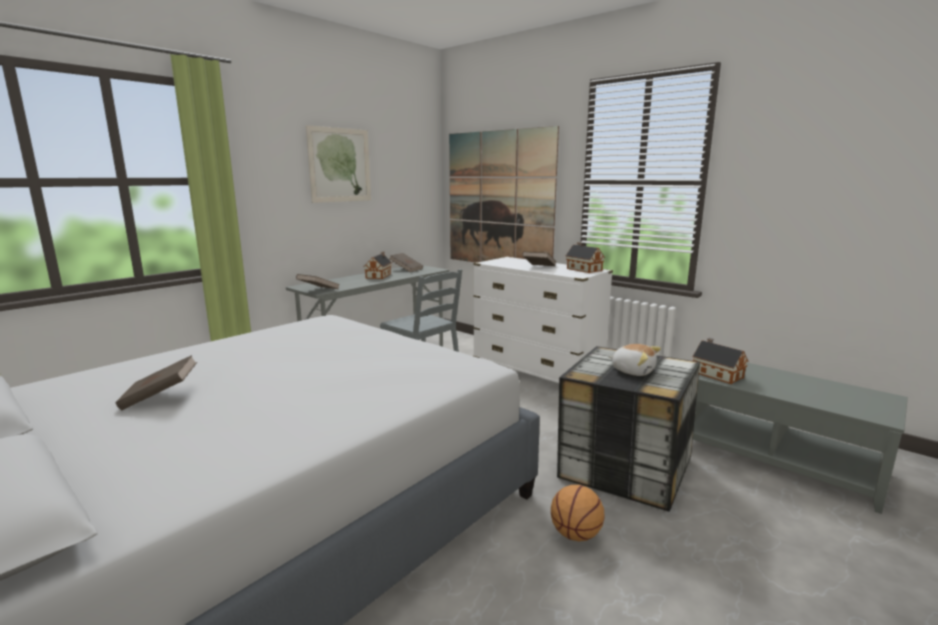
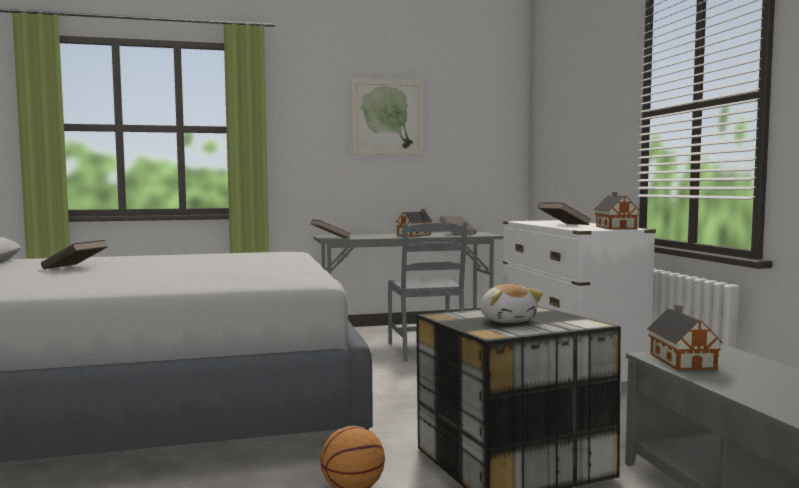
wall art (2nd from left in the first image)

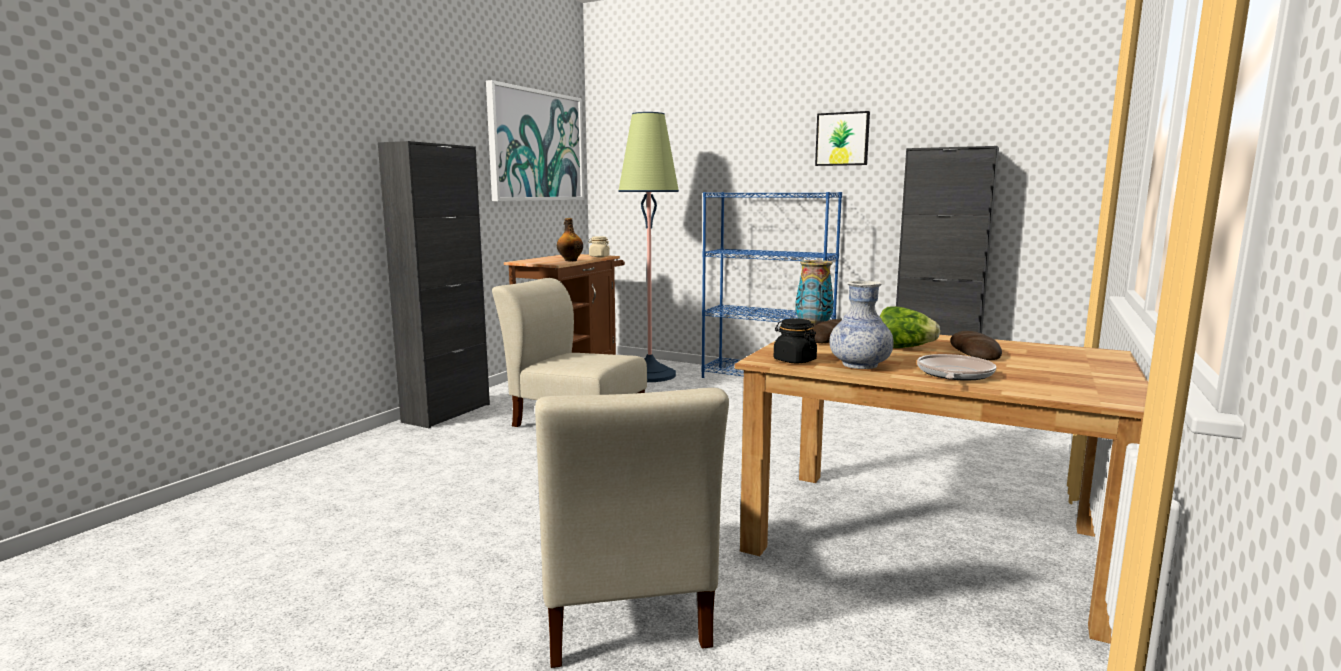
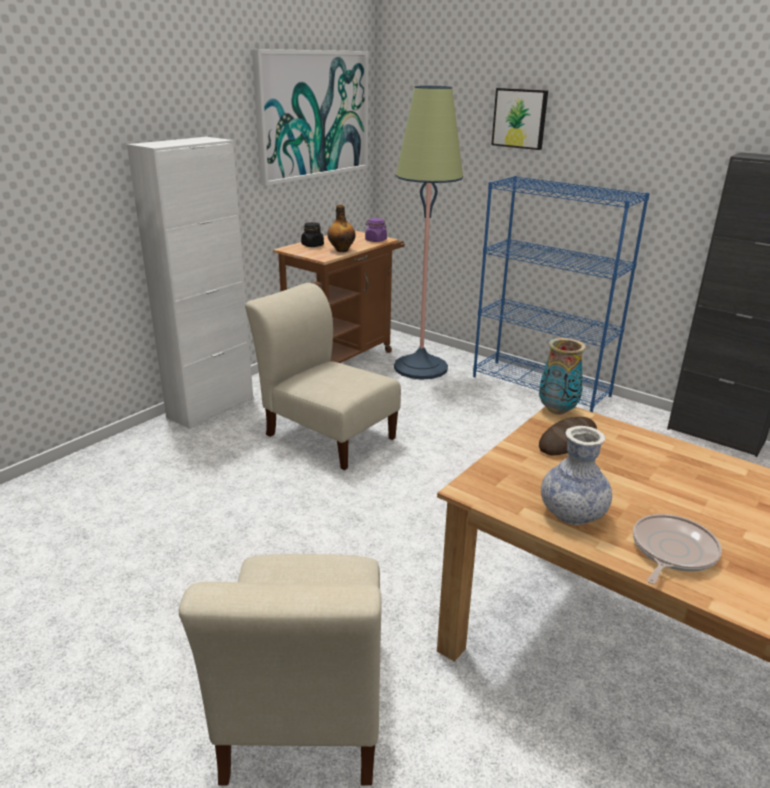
wall art (2nd from left); whitish cupboard; purple-coloured jar; lettuce head; black-coloured jar; bakery bread (2nd from left in the first image)

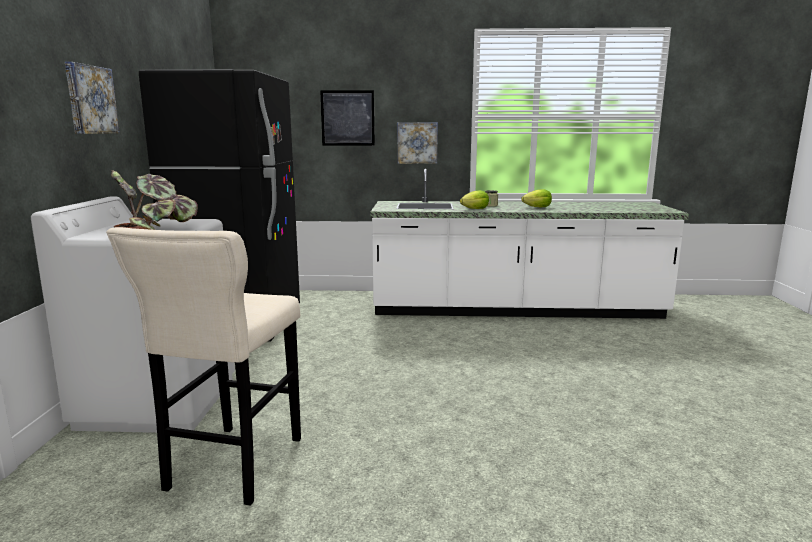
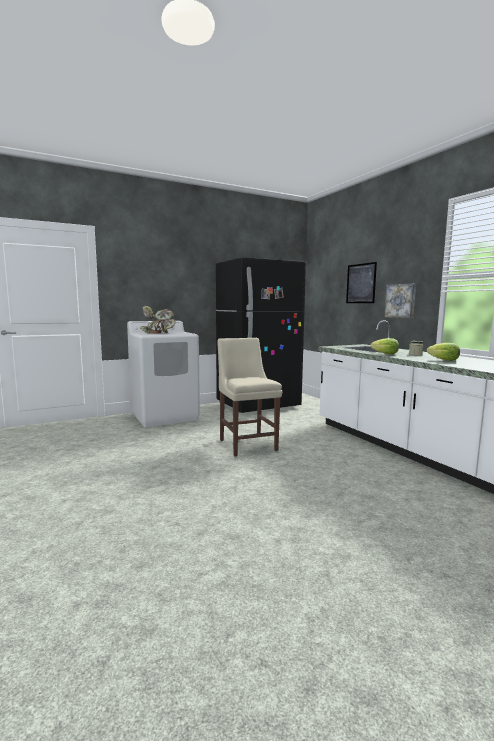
wall art (1st from left in the first image); sand-coloured stool seat; sand-coloured plain chair

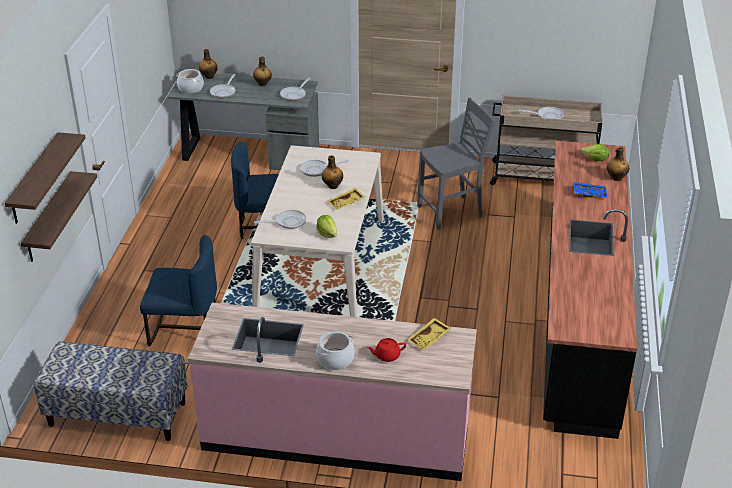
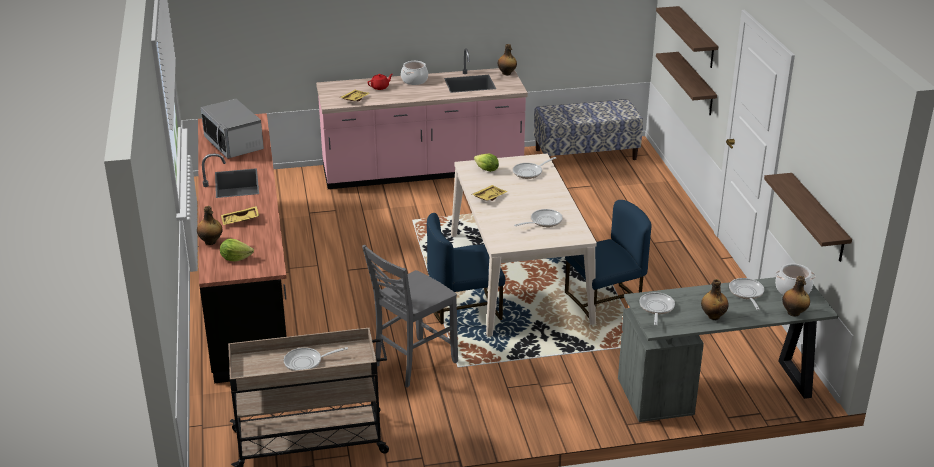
bottle (2nd from left); yellow-coloured serving tray (1st from left); blue plain chair (1st from left); microwave oven; bracket shelf (3rd from left)

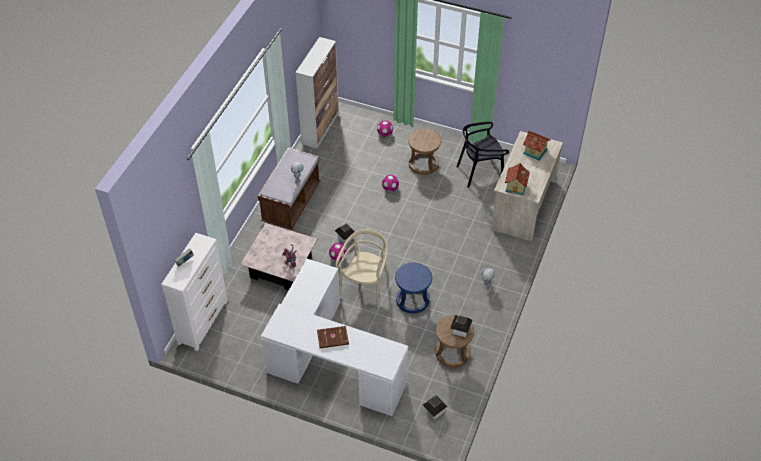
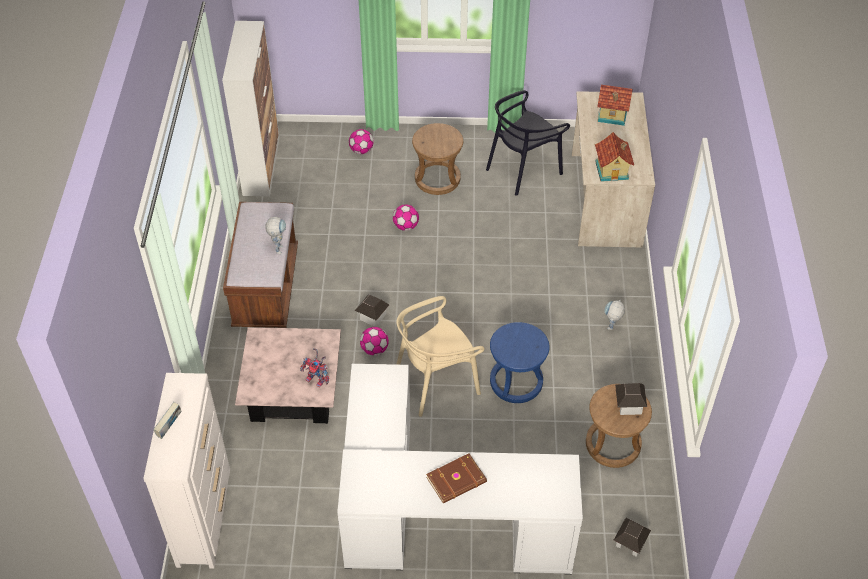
sand-coloured plain chair

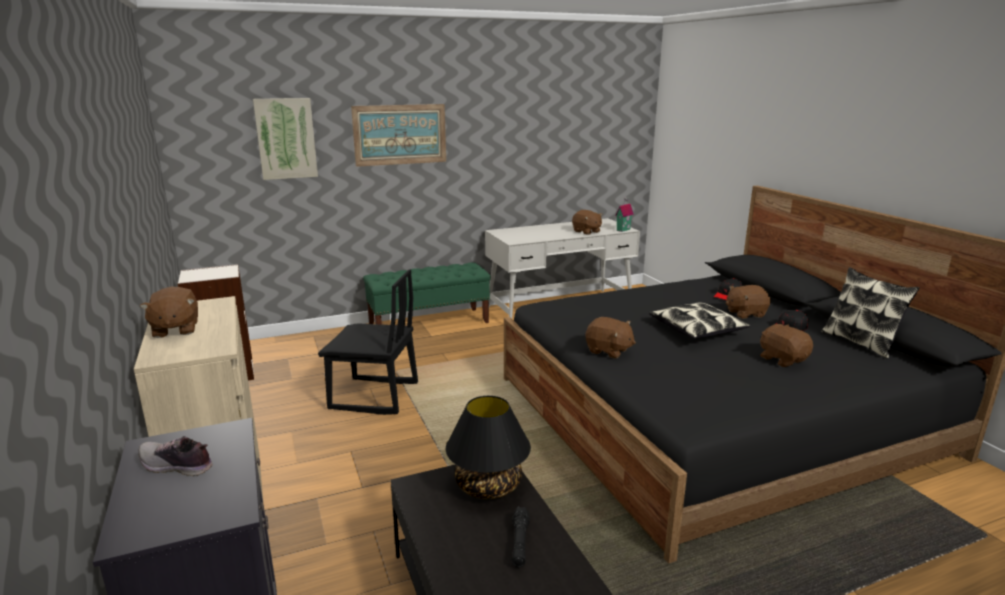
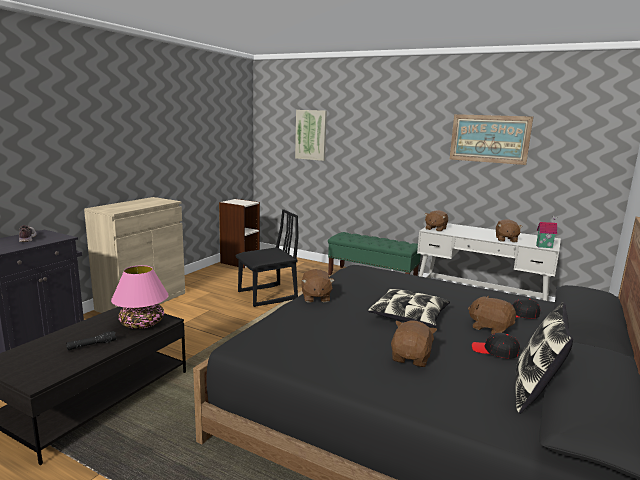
wall art (2nd from left); black-coloured plain chair; brownish plush toy (3rd from left); pink tabletop lamp

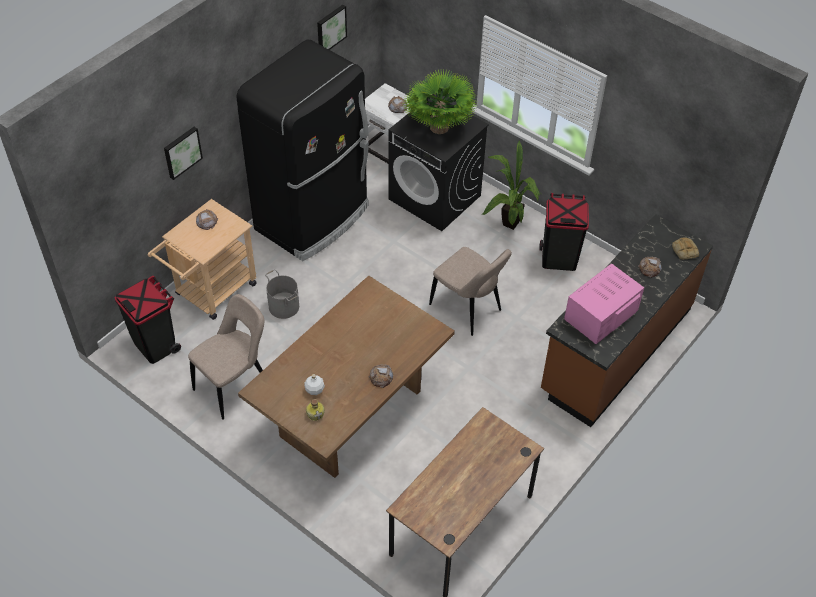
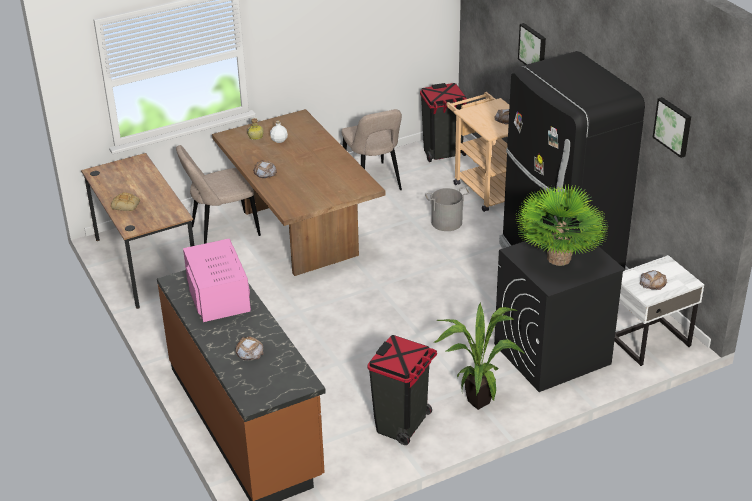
bakery bread (1st from left); sand-coloured plain chair (1st from left)

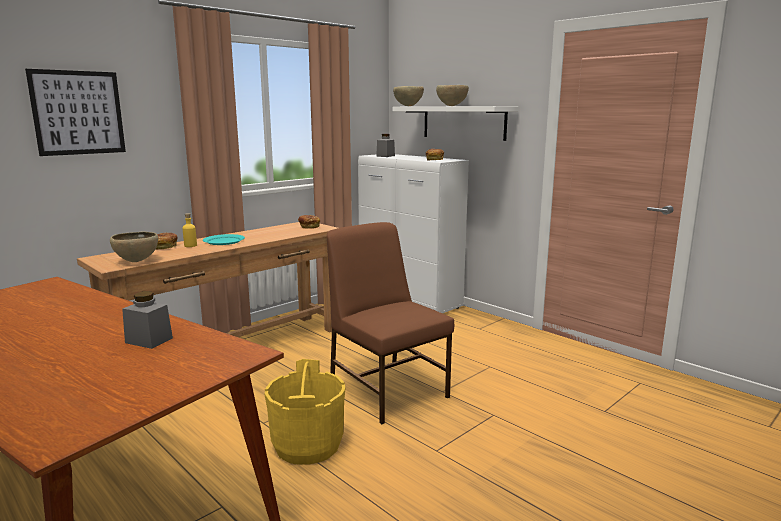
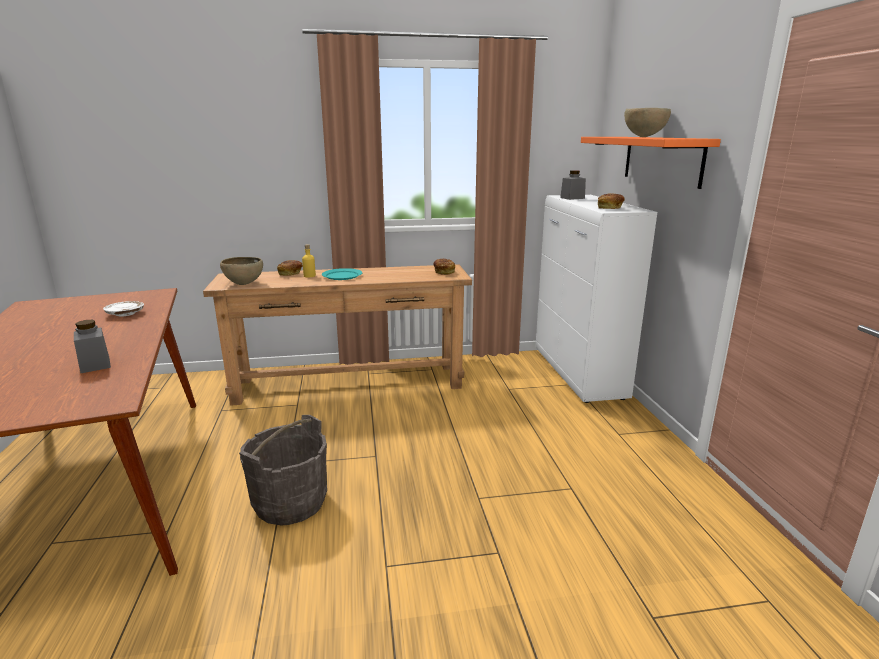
wall art; brownish bowl (2nd from left in the first image); orangey bracket shelf; brownish plain chair; greyish water bucket; whitish plate

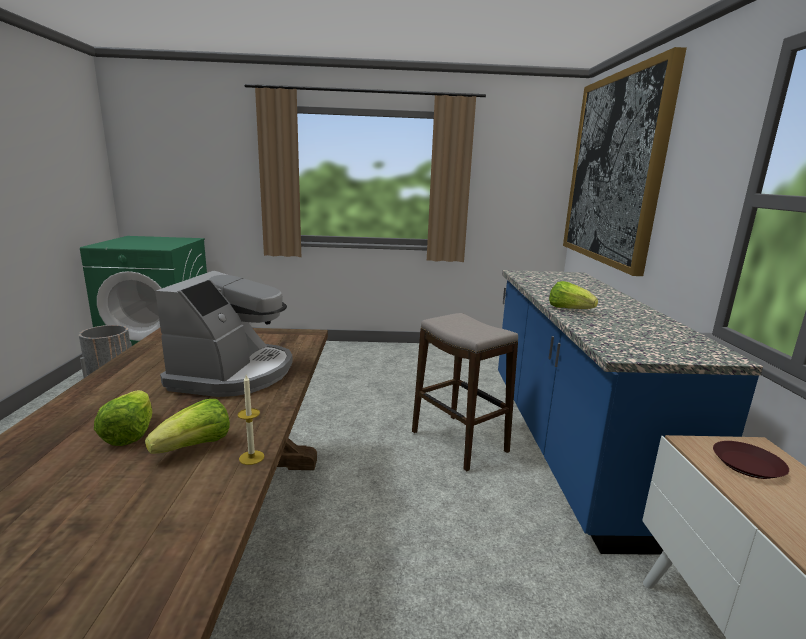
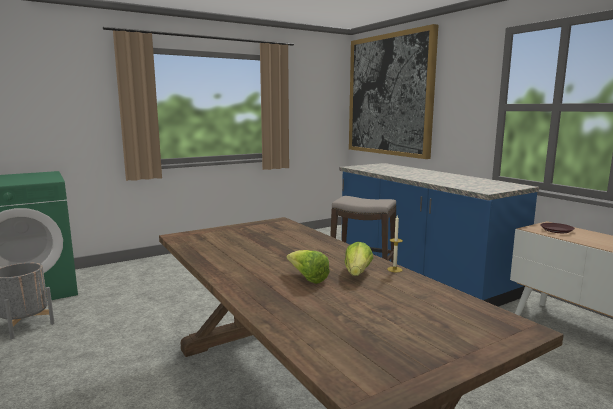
coffee maker; lettuce head (3rd from left in the first image)

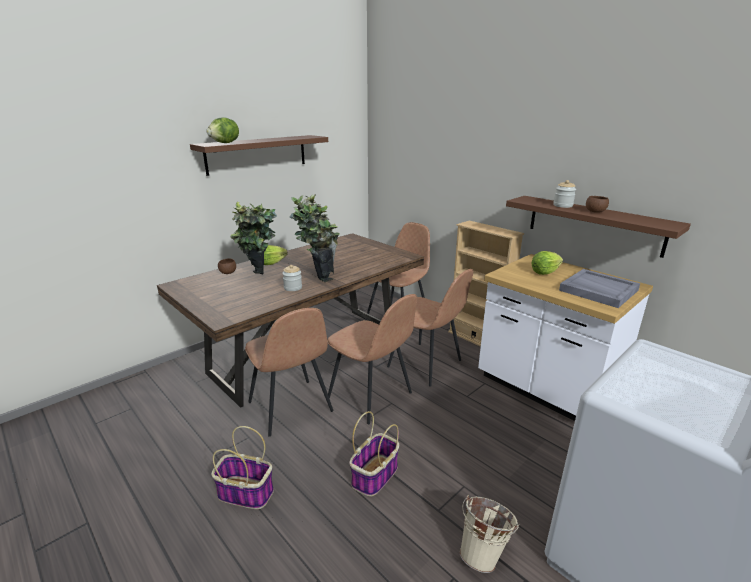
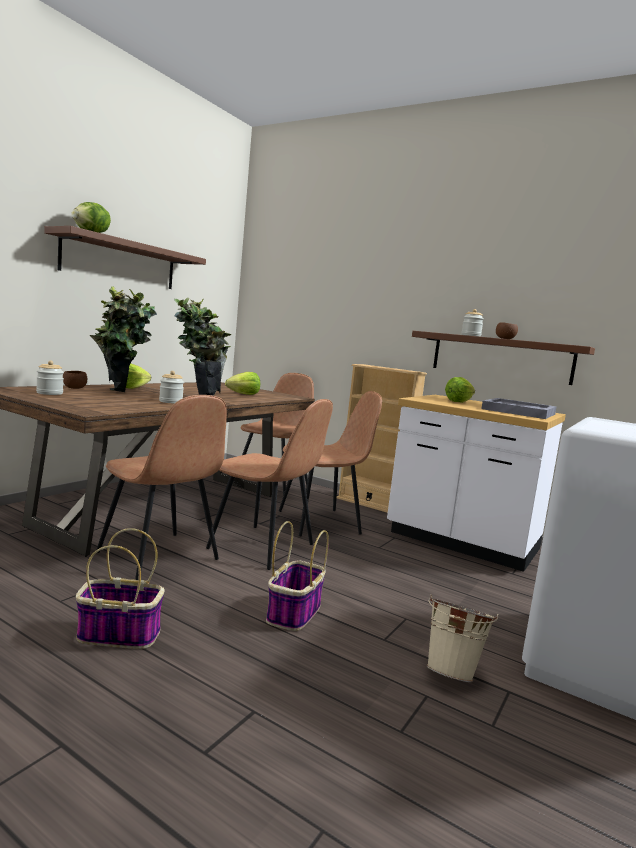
brownish plain chair (4th from left); jar (1st from left); lettuce head (3rd from left)

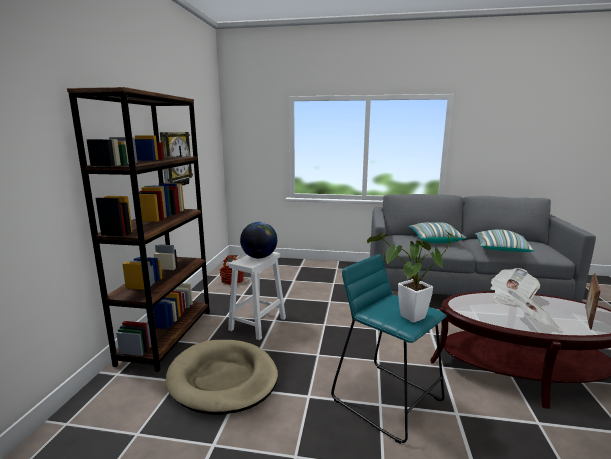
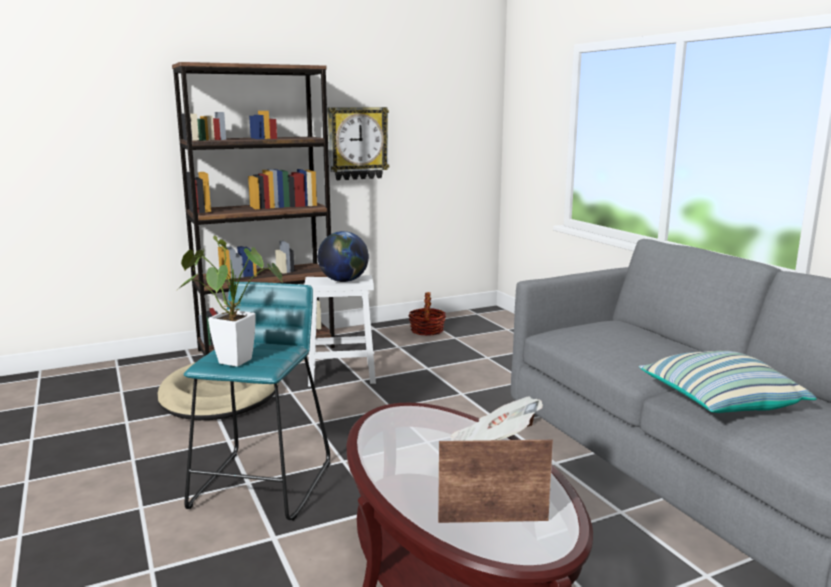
pillow (1st from left in the first image); printed paper (2nd from left in the first image)

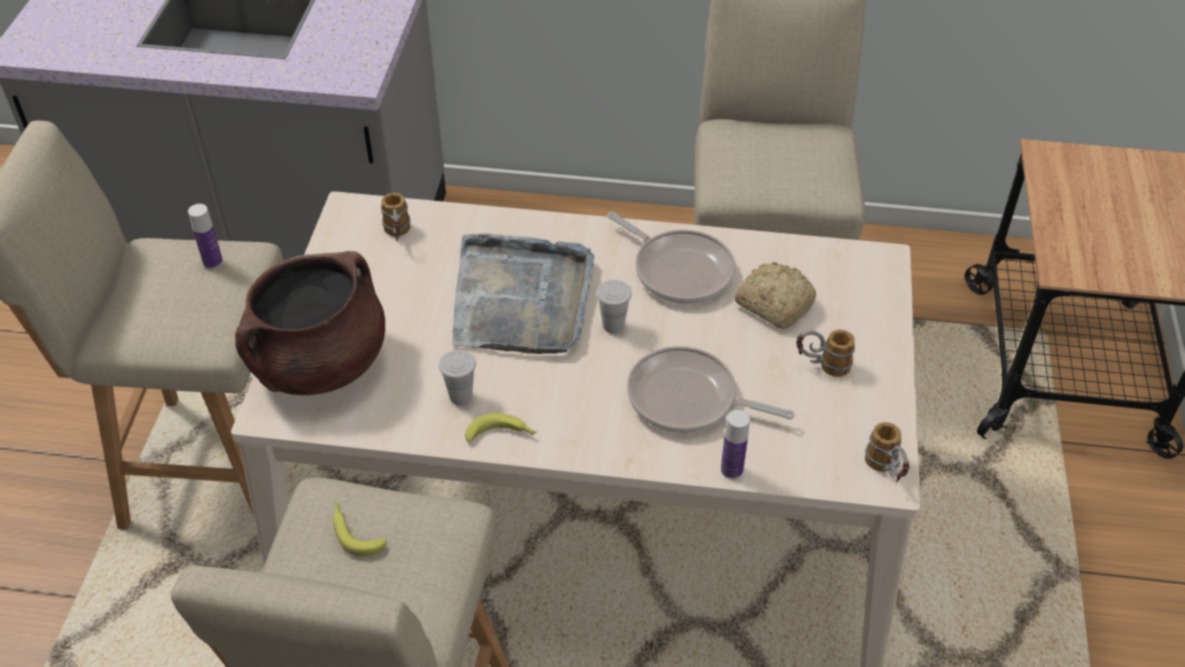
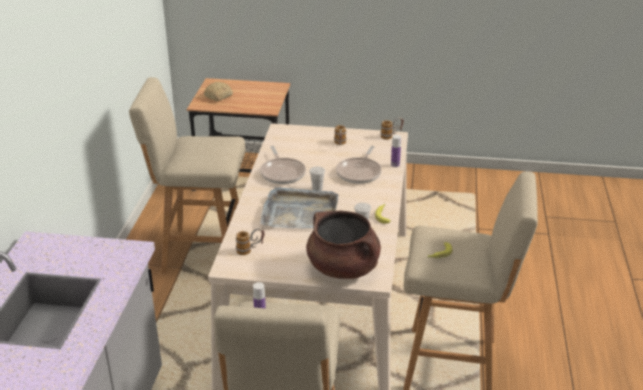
skillet (1st from left); bakery bread

